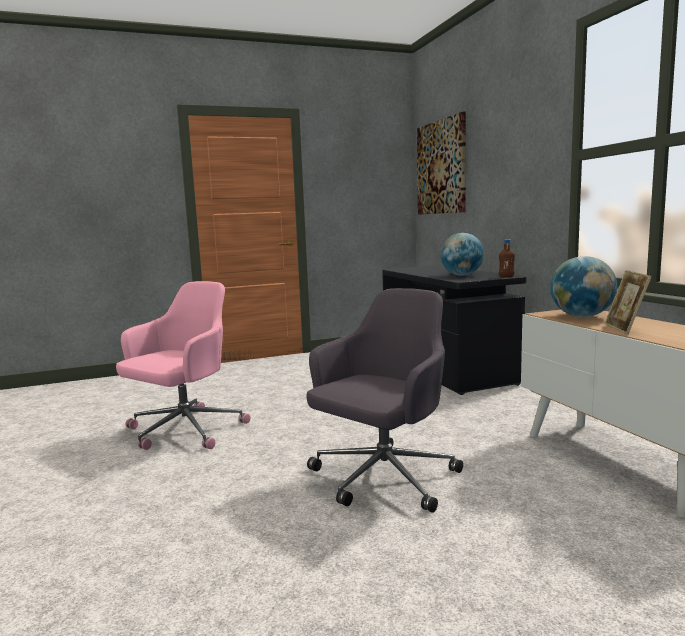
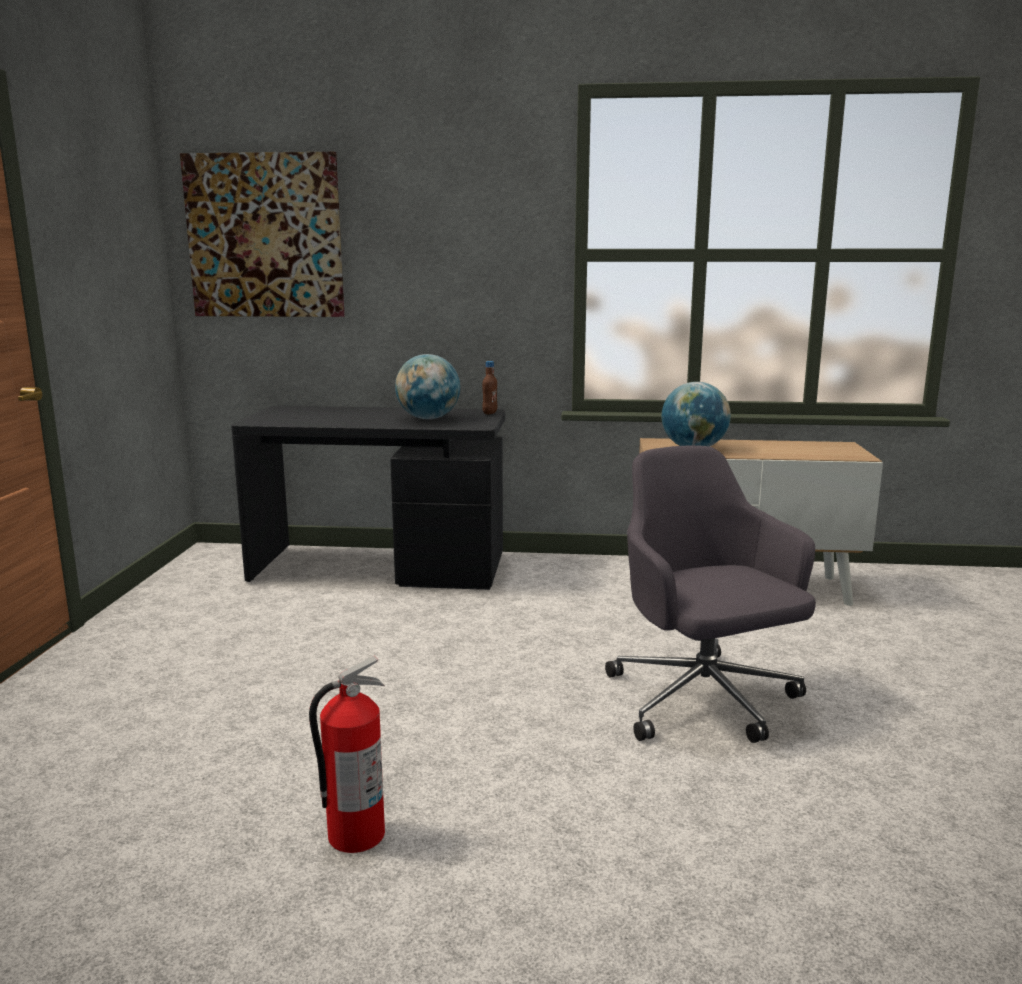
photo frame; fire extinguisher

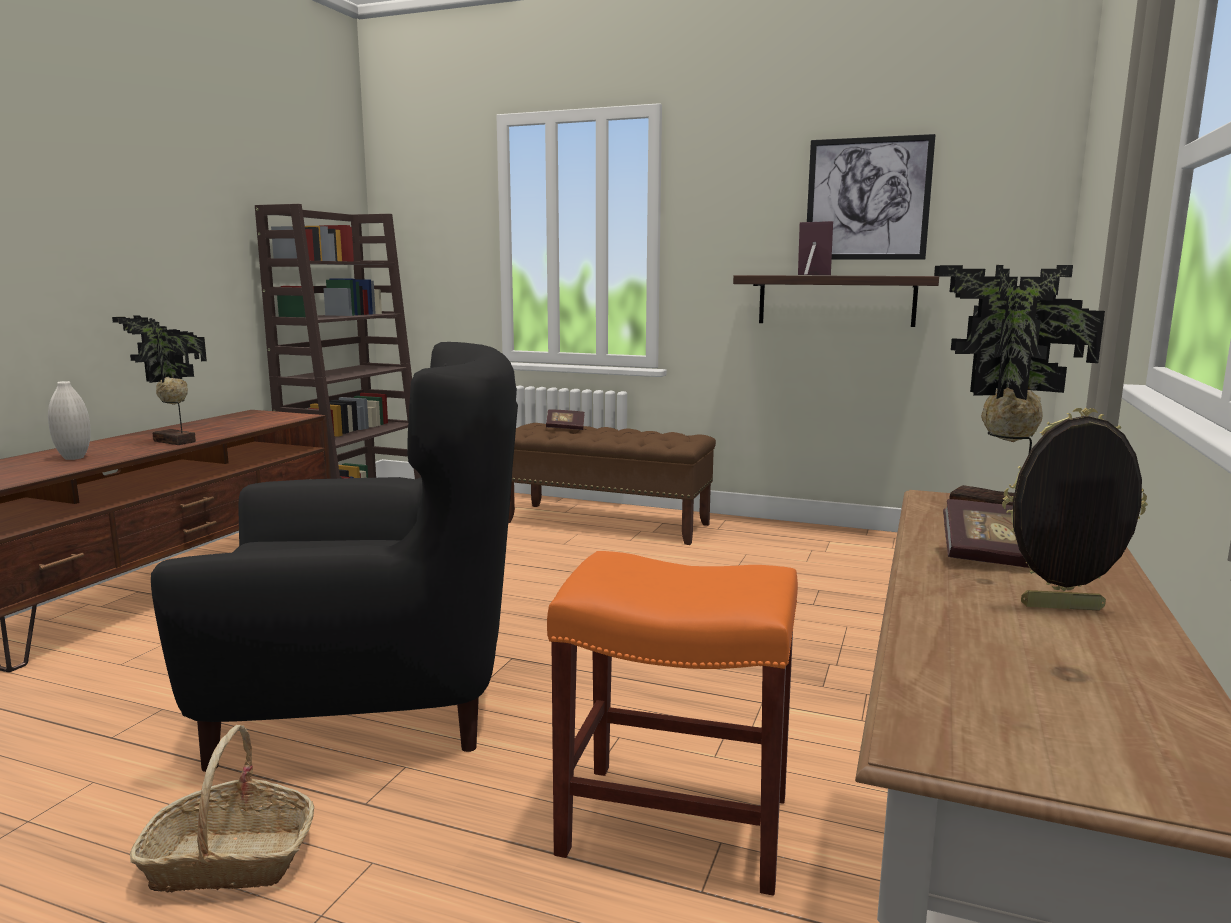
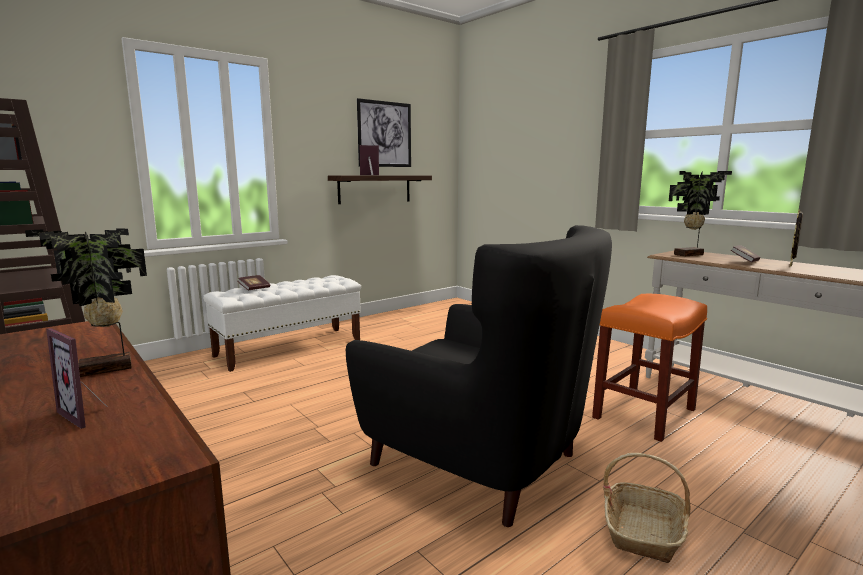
black-coloured armchair; photo frame (1st from left); whitish bench

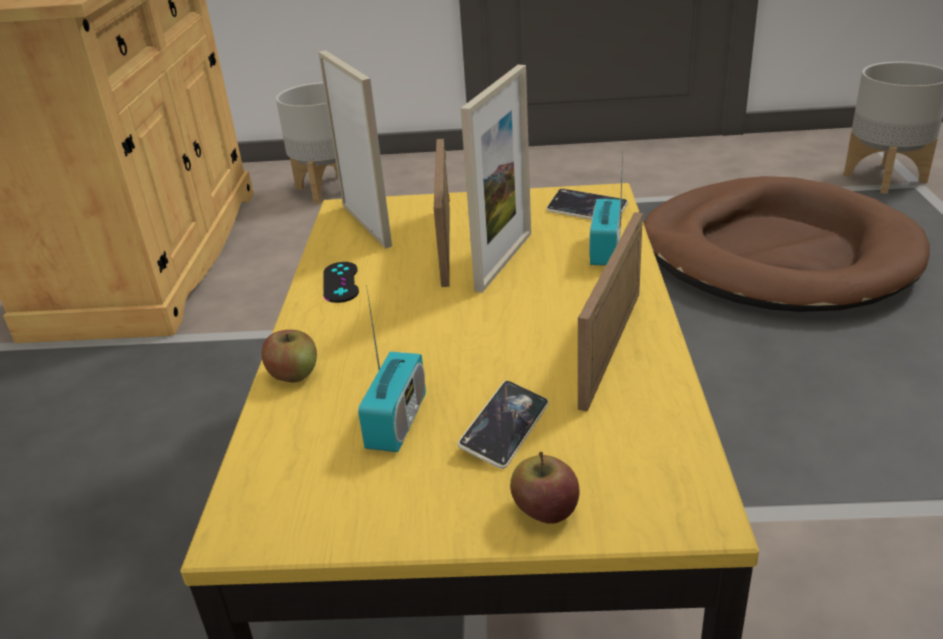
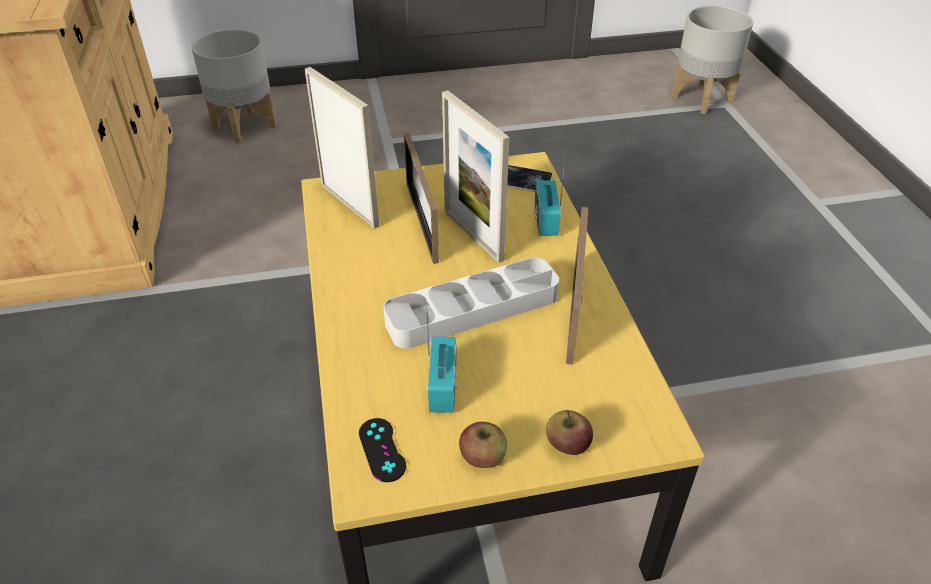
photo frame (3rd from left); brownish dog bed; black-coloured gamepad; apple fruit (1st from left); telephone (1st from left in the first image); greyish serving tray

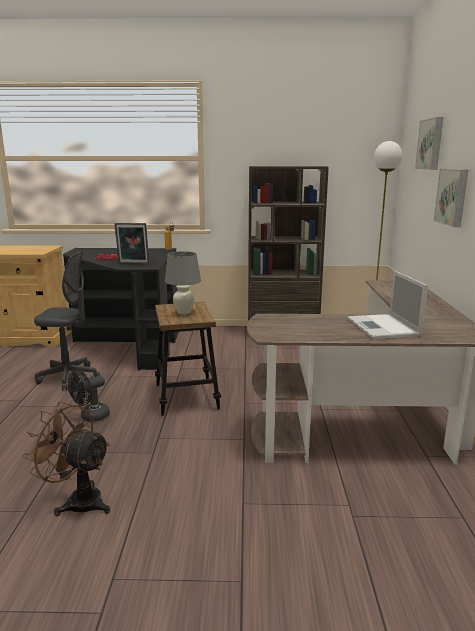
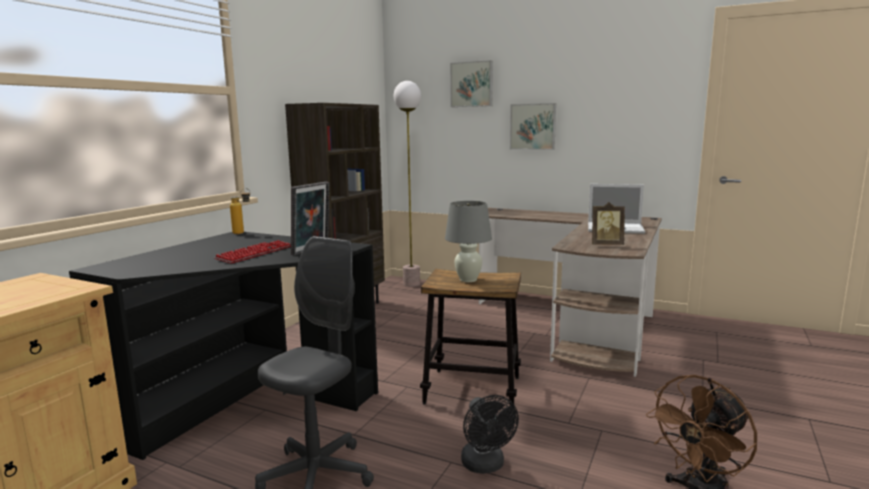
photo frame (2nd from left)

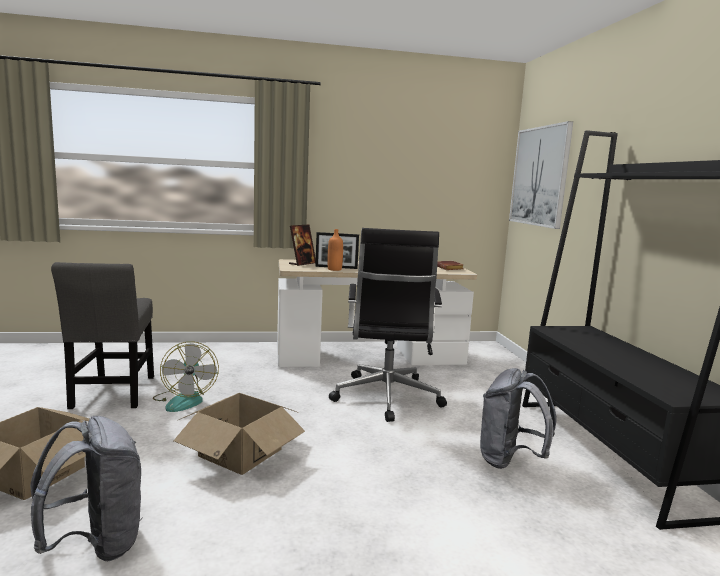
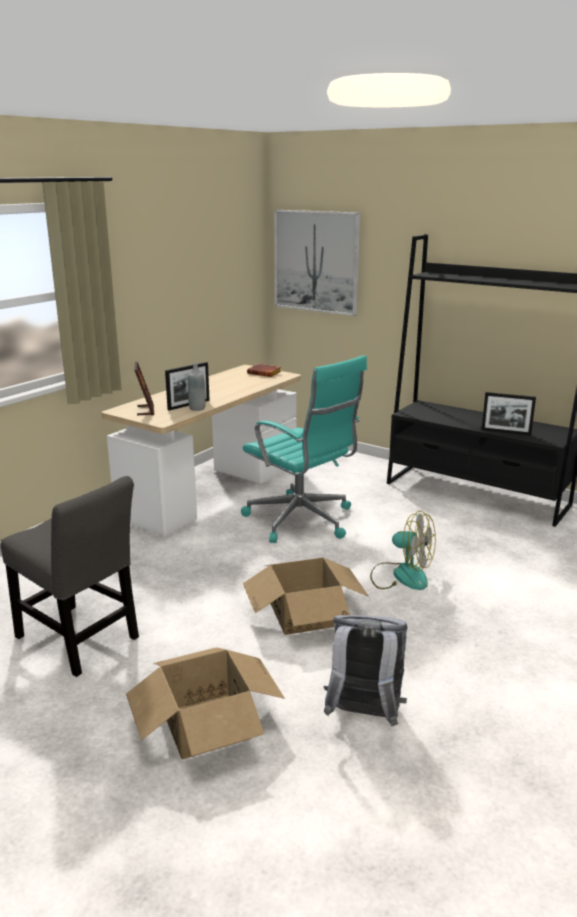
turquoise computer chair; greyish bottle; cooling fan; greyish knapsack (2nd from left in the first image); photo frame (3rd from left)

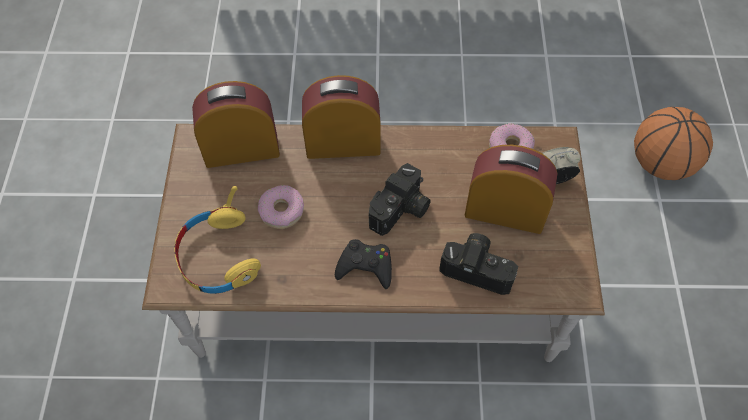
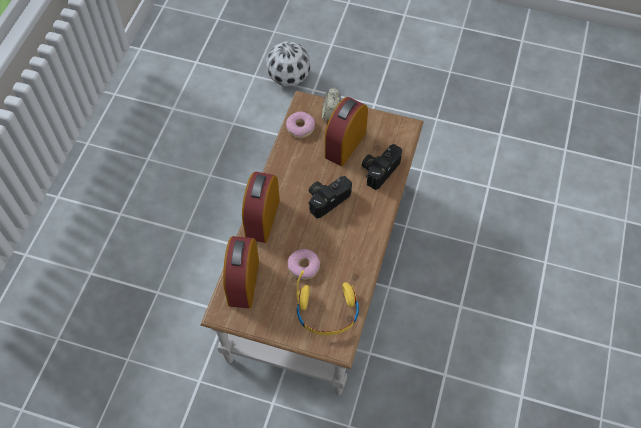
football; still camera (1st from left); black-coloured gamepad

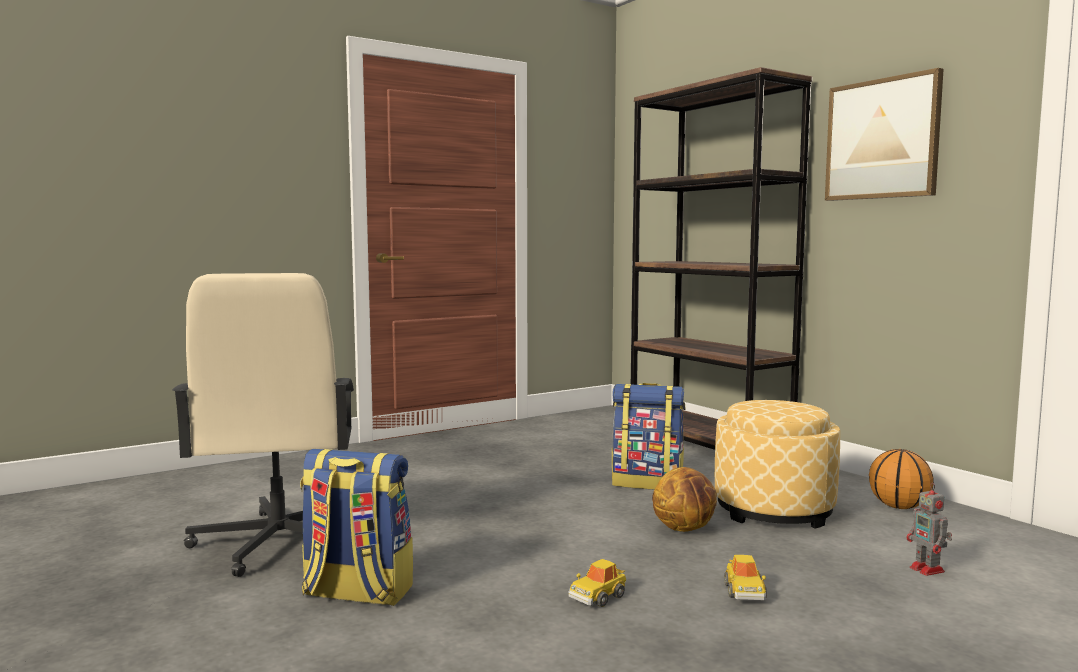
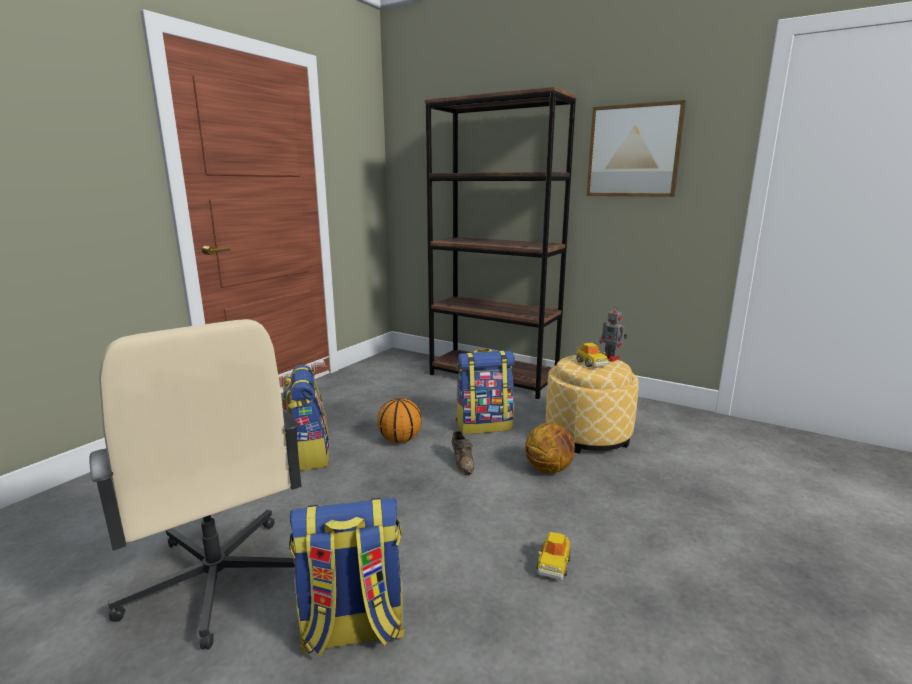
basketball (1st from left); robot figure; miniature car (2nd from left); knapsack (1st from left); brownish low shoe

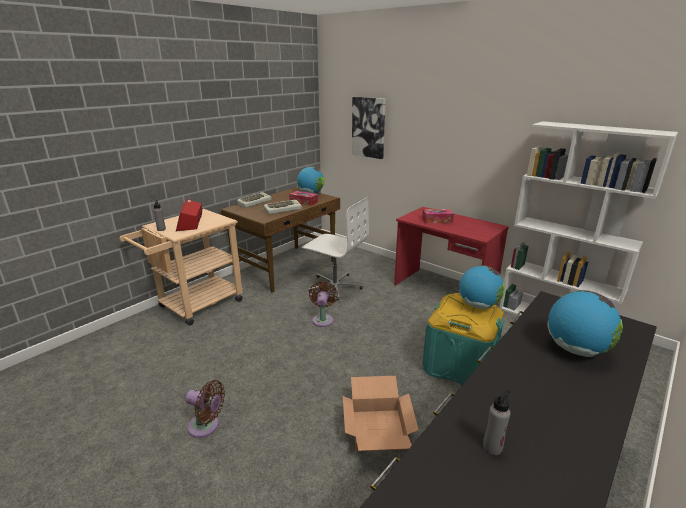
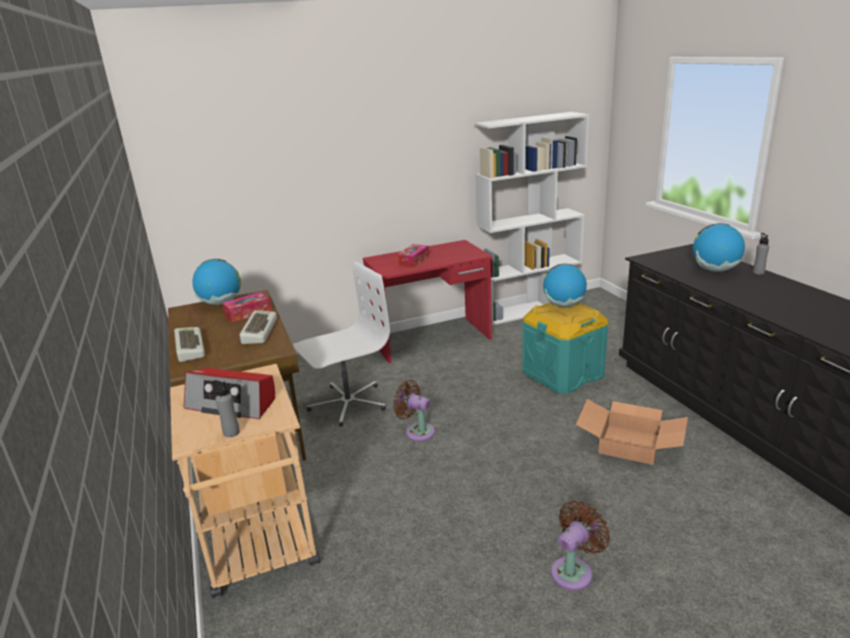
wall art; greyish bottle (2nd from left)

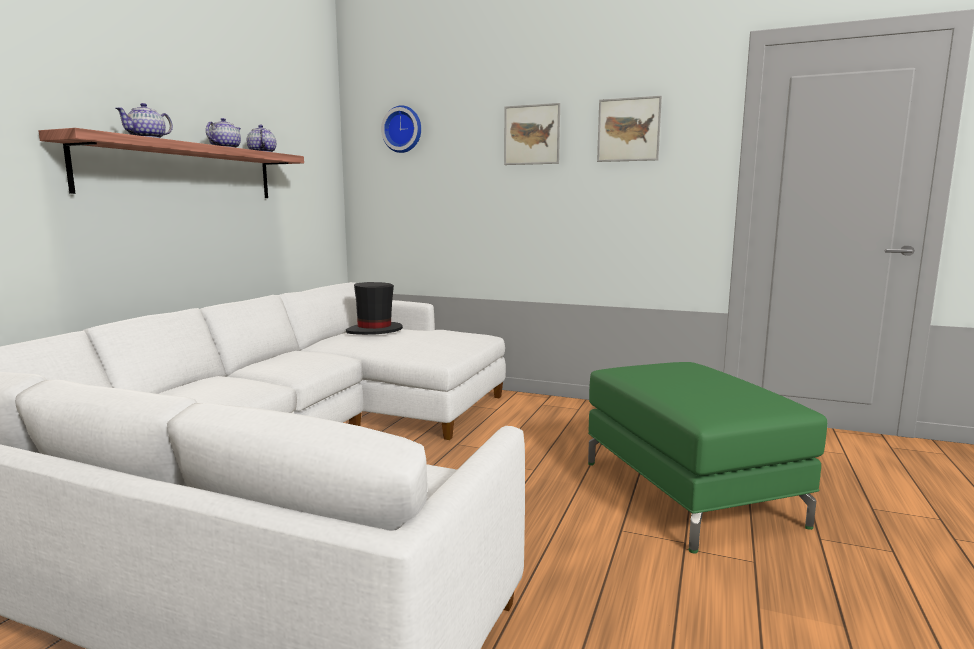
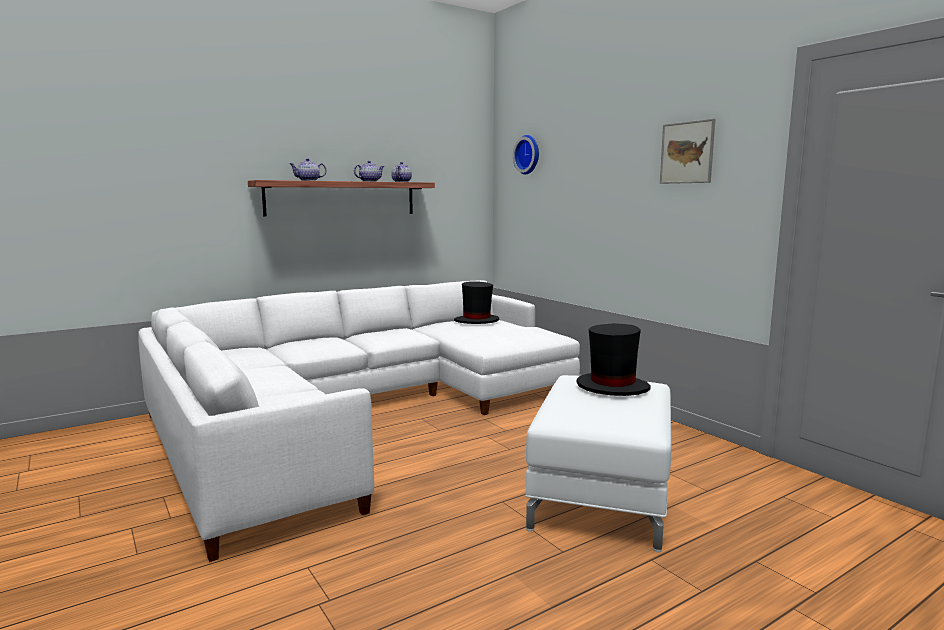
wall art (1st from left in the first image); whitish footrest; black-coloured wearable hat (2nd from left)

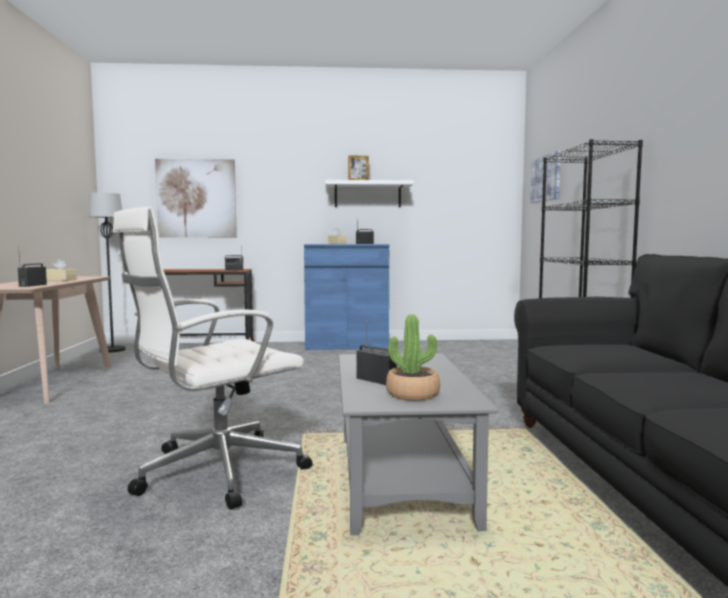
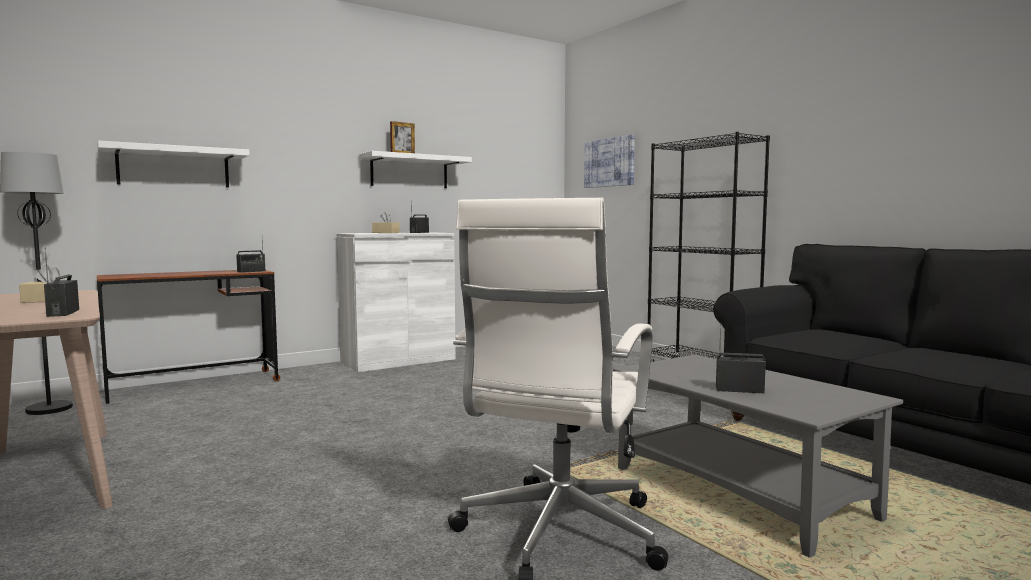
whitish bracket shelf (1st from left); whitish cupboard; houseplant

